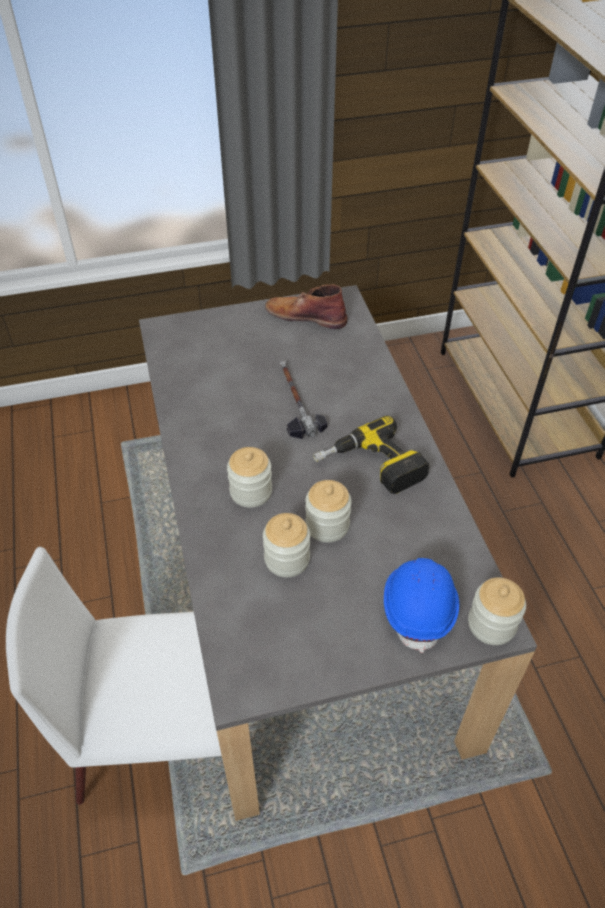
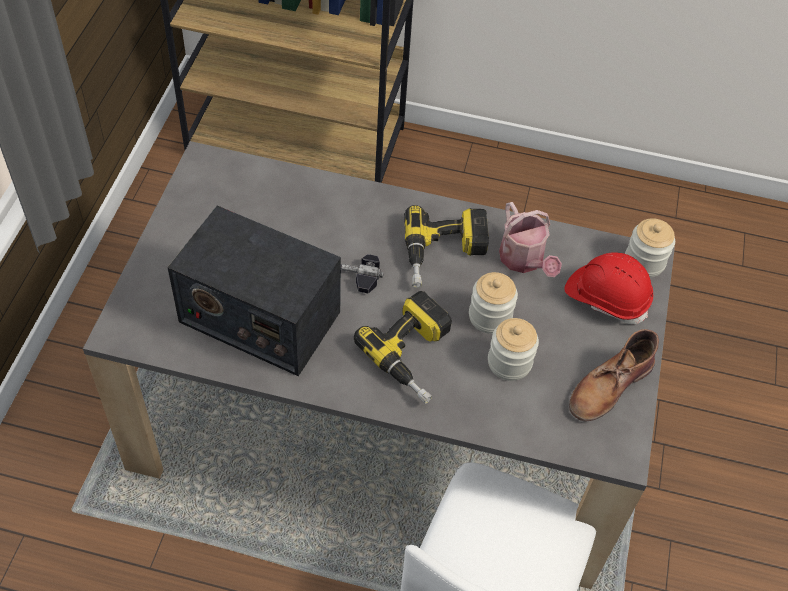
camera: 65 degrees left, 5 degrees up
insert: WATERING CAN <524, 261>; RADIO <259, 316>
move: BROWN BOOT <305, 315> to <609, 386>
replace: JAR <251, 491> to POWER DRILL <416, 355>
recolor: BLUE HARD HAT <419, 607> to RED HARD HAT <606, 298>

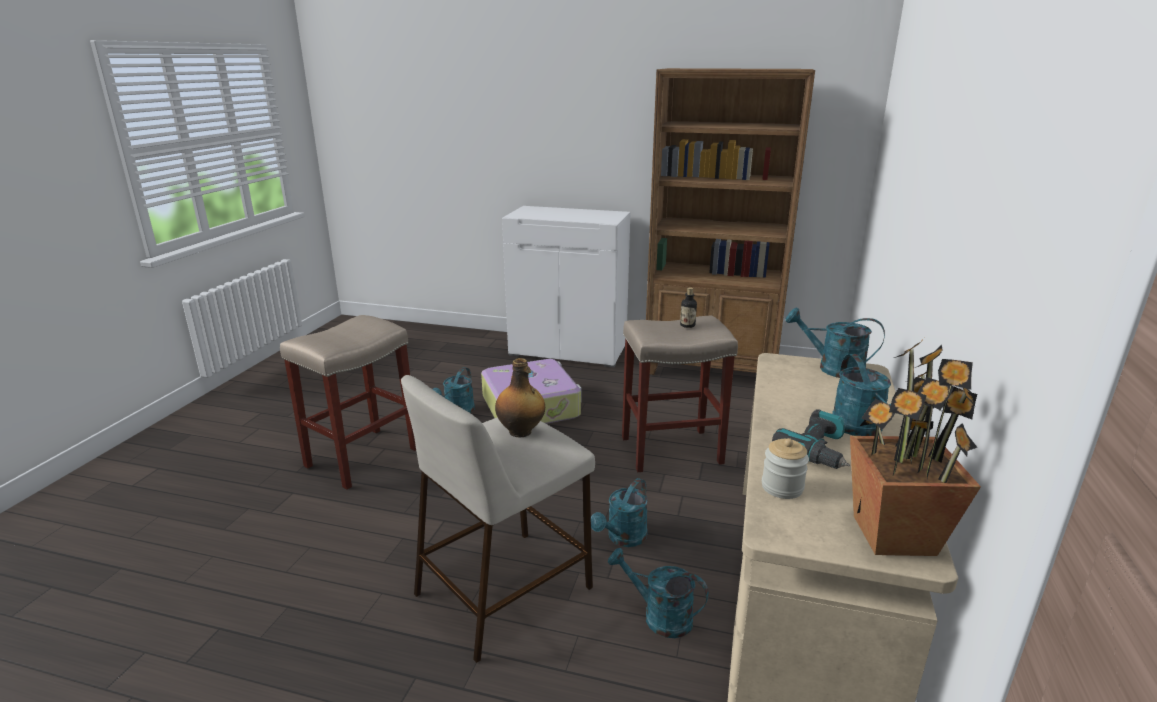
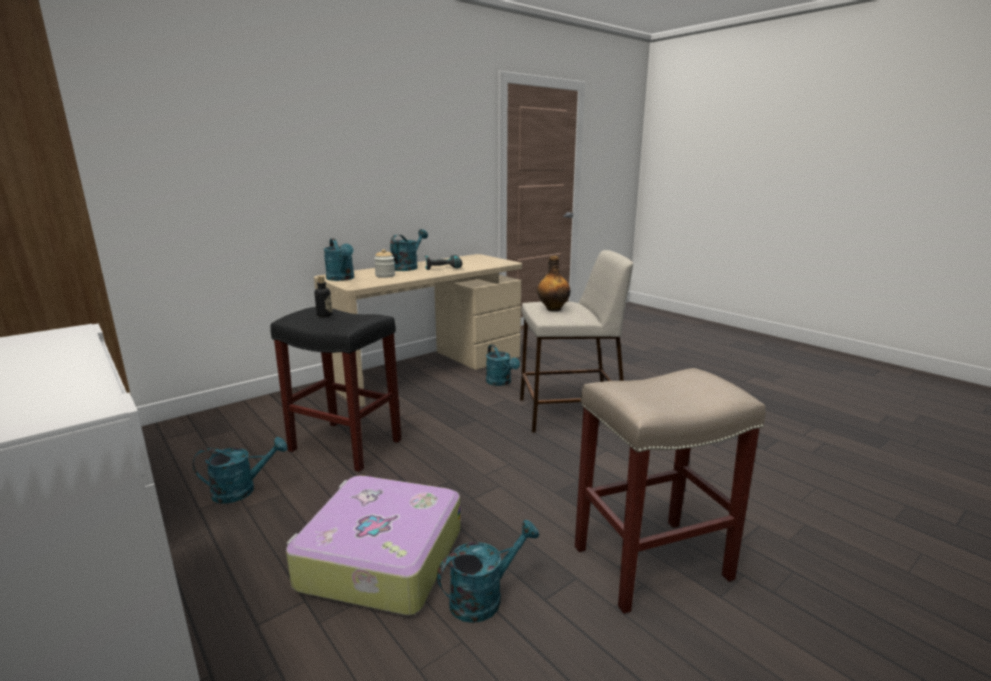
camera: 145 degrees left, 5 degrees down
delete: POTTED PLANT <895, 535>
move: JAR <782, 487> to <385, 276>; TURQUOISE WATERING CAN <623, 538> to <242, 490>
recolor: BEIGE STOOL <670, 451> to BLACK STOOL <347, 445>

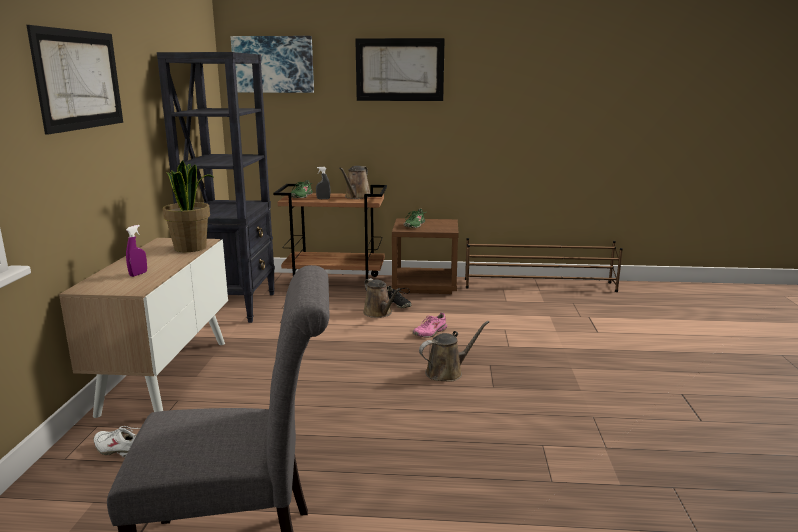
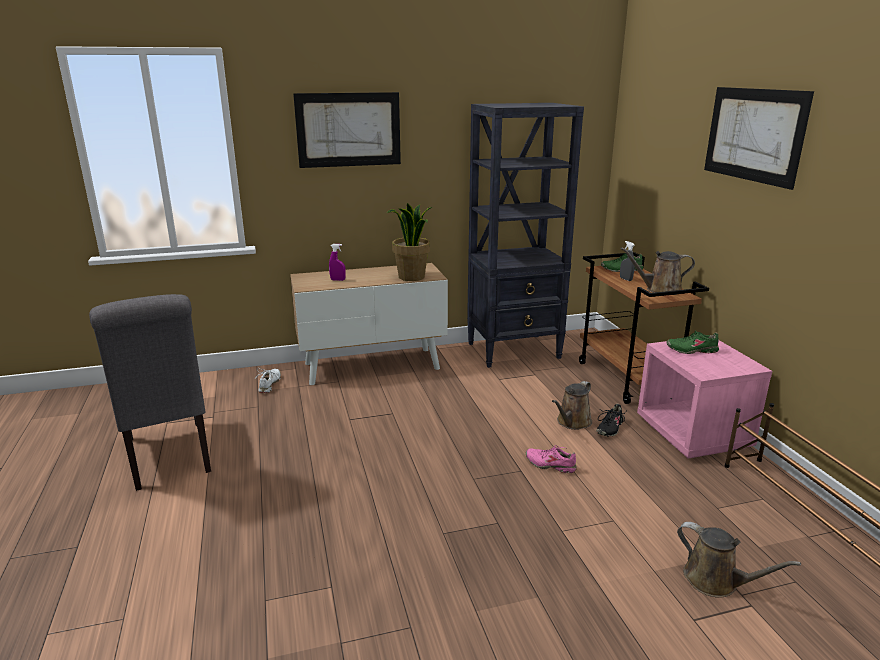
camera: 70 degrees right, 5 degrees up
delete: PICTURE <273, 64>
move: BROWN WATERING CAN <447, 372> to <715, 581>
recolor: BROWN NIGHTSTAND <425, 285> to PINK NIGHTSTAND <693, 434>

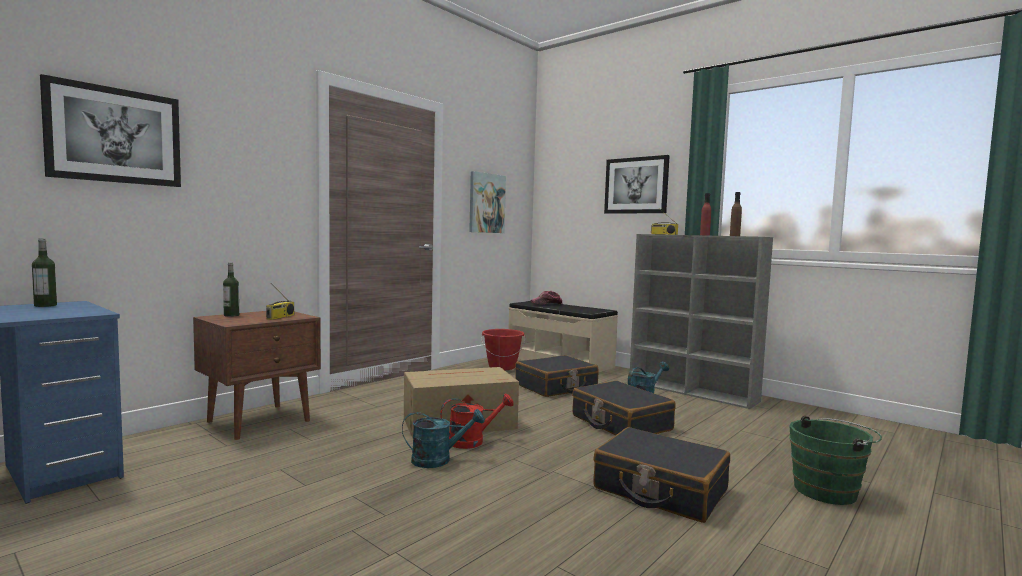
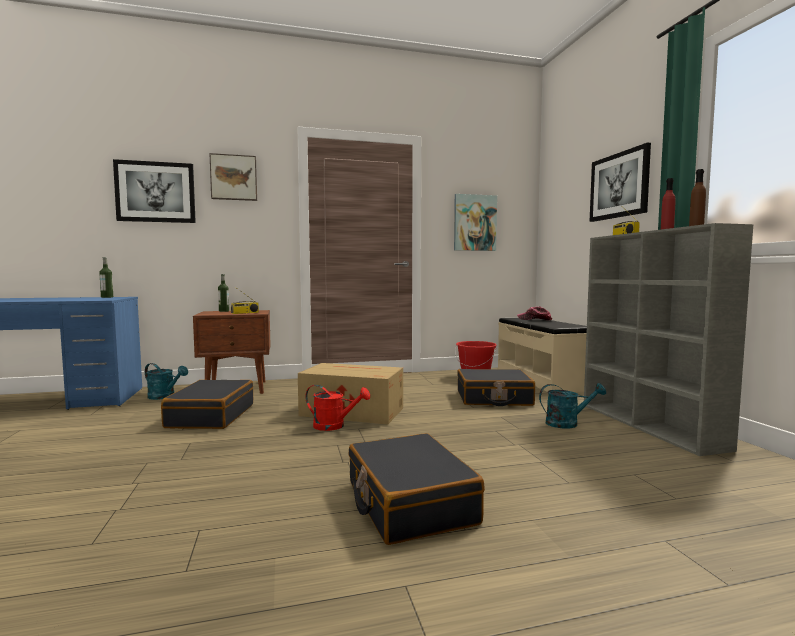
camera: 35 degrees right, 0 degrees up
delete: GREEN BUCKET <829, 491>
insert: PICTURE <234, 178>
move: BLACK SUITCASE <620, 423> to <210, 416>; TURQUOISE WATERING CAN <438, 460> to <165, 397>

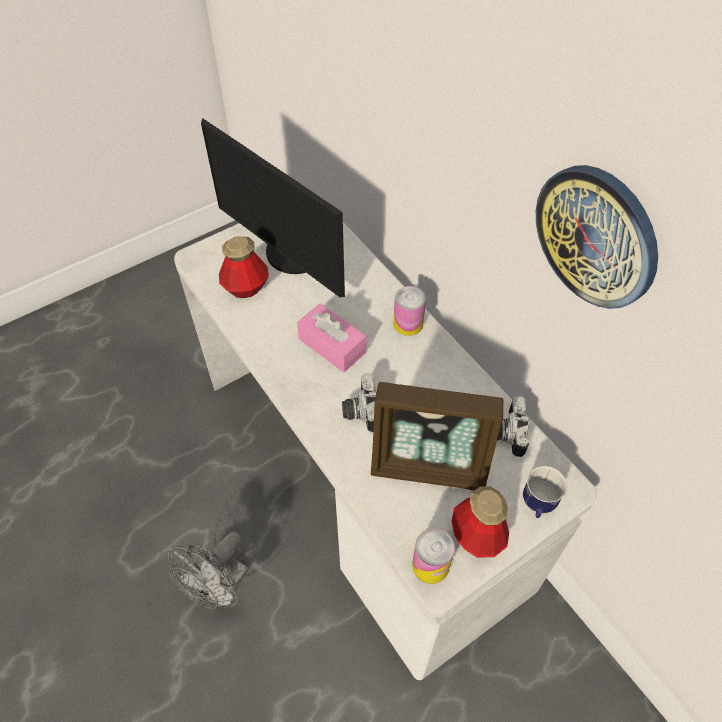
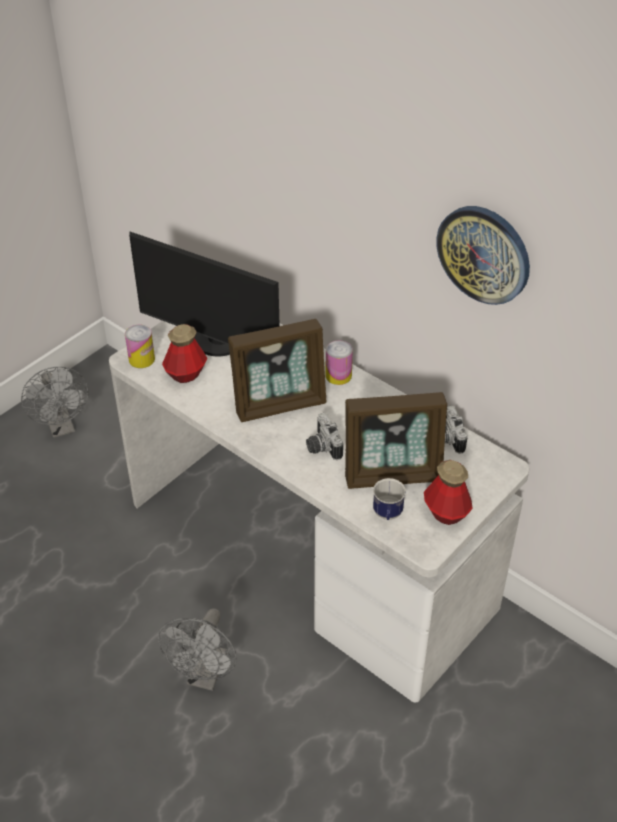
camera: 15 degrees left, 10 degrees down
insert: GREY FAN <62, 427>
move: MUG <537, 505> to <387, 516>; CAN <430, 565> to <141, 359>
replace: PINK TISSUE BOX <332, 345> to PICTURE FRAME <279, 404>

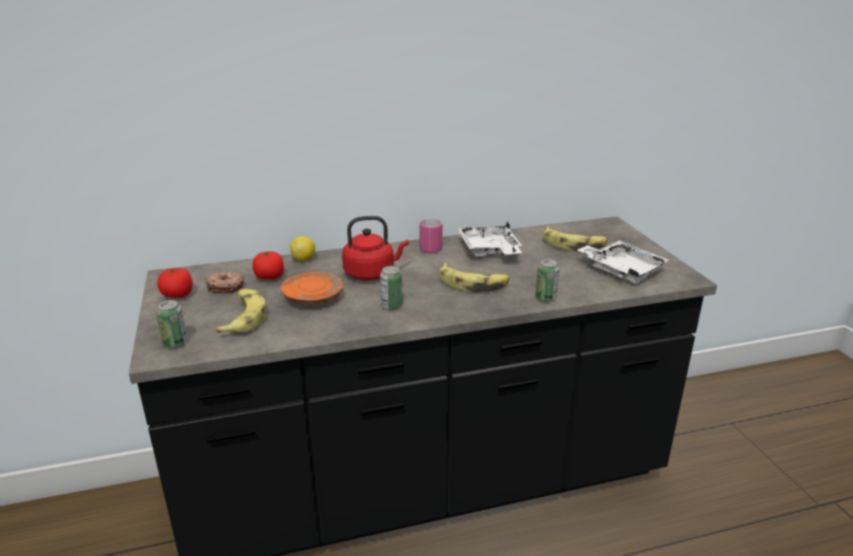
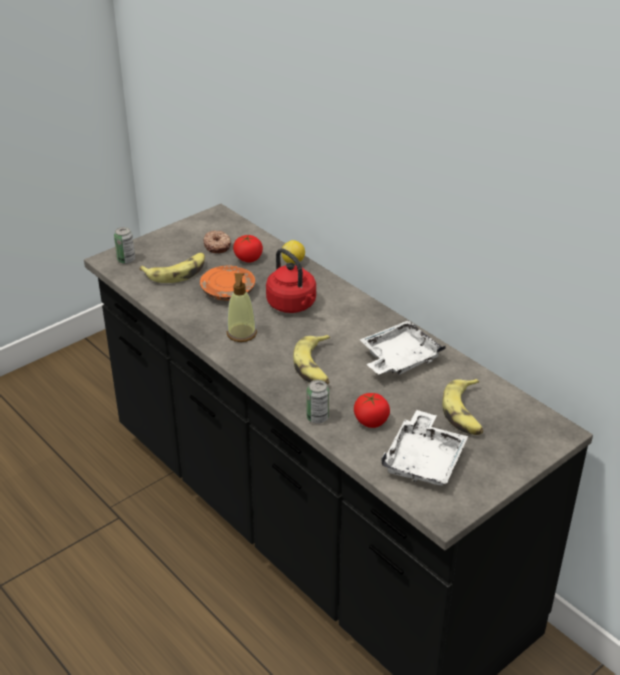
camera: 65 degrees right, 10 degrees up
delete: PINK MUG <429, 248>
move: TOMATO <178, 295> to <371, 421>
replace: CAN <391, 306> to SOAP DISPENSER <241, 334>

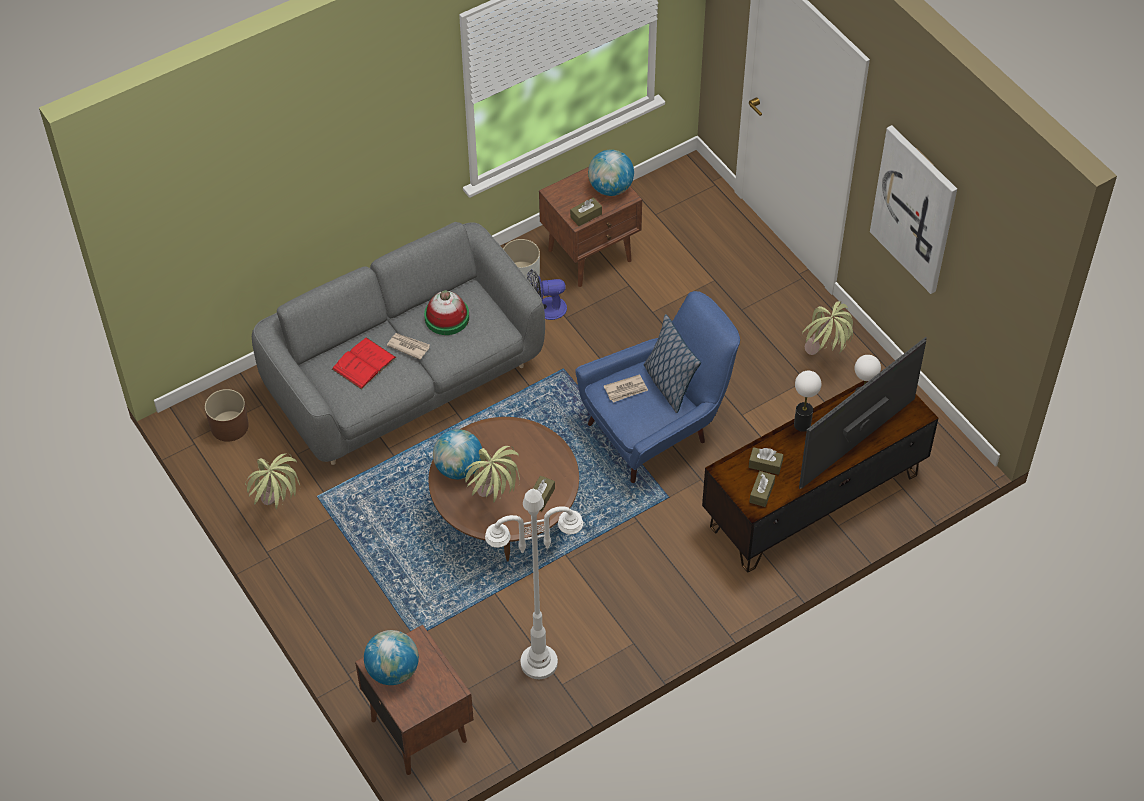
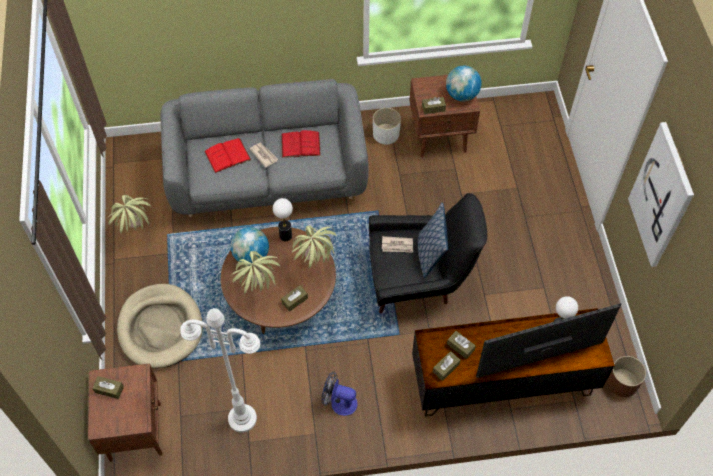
camera: 25 degrees right, 5 degrees up
insert: BEIGE DOG BED <160, 328>
move: FAN <545, 309> to <339, 402>; POTTED PLANT <824, 361> to <315, 268>; TABLE LAMP <802, 424> to <285, 235>; BROWN PLANTER <230, 426> to <622, 383>
replace: HAT <447, 317> to RED BOOK <300, 144>; GLOBE <393, 671> to BROWN TISSUE BOX <109, 389>
recolor: BLUE ARMCHAIR <657, 429> to BLACK ARMCHAIR <418, 281>

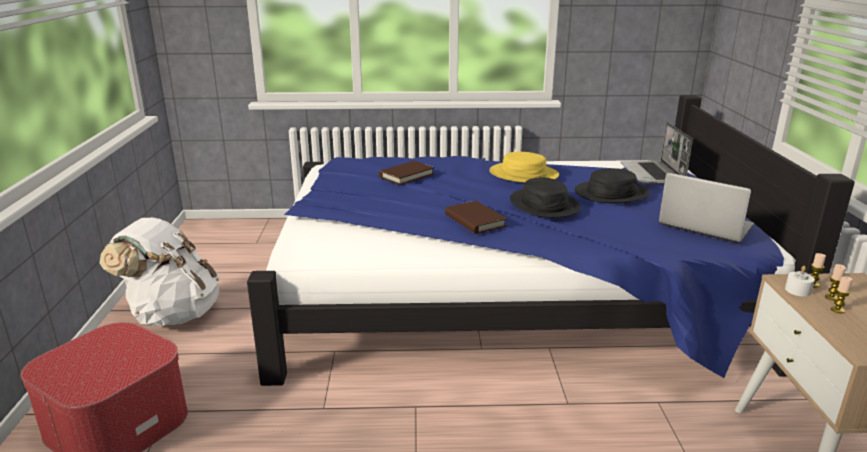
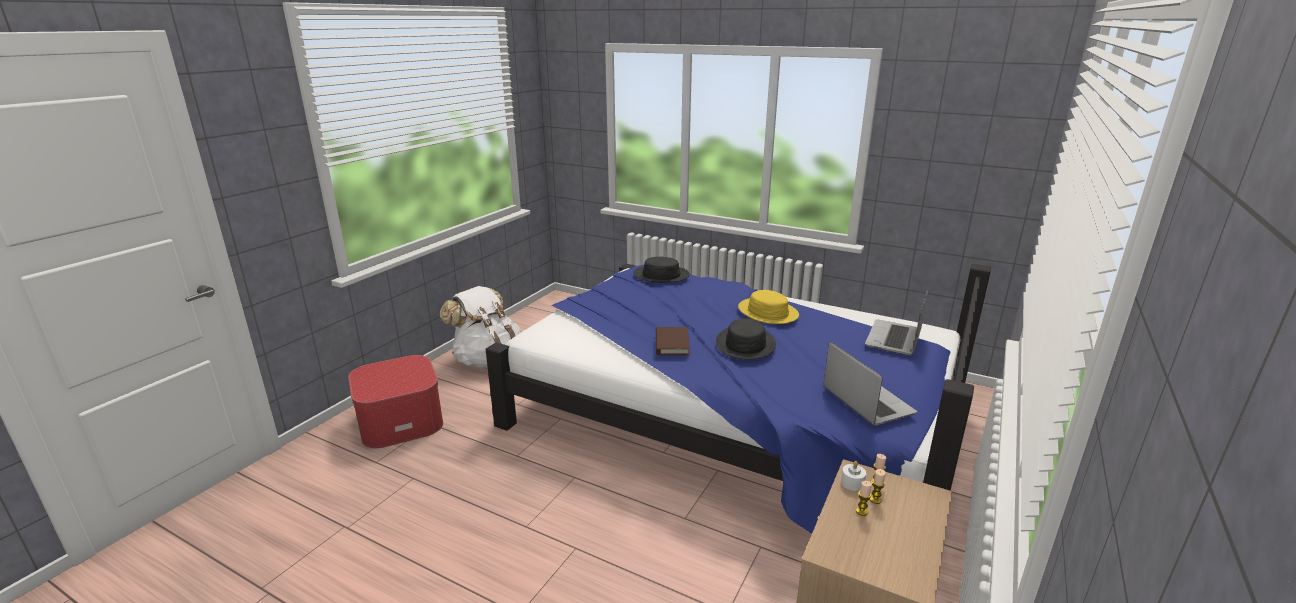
camera: 30 degrees right, 0 degrees up
delete: BROWN BOOK <406, 176>
move: BLACK HAT <611, 193> to <661, 275>

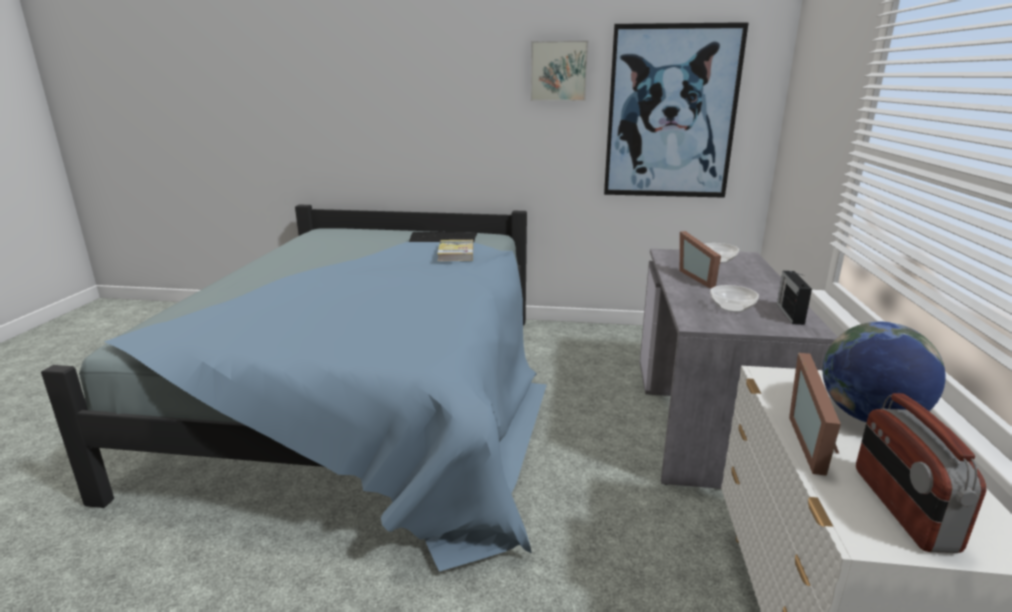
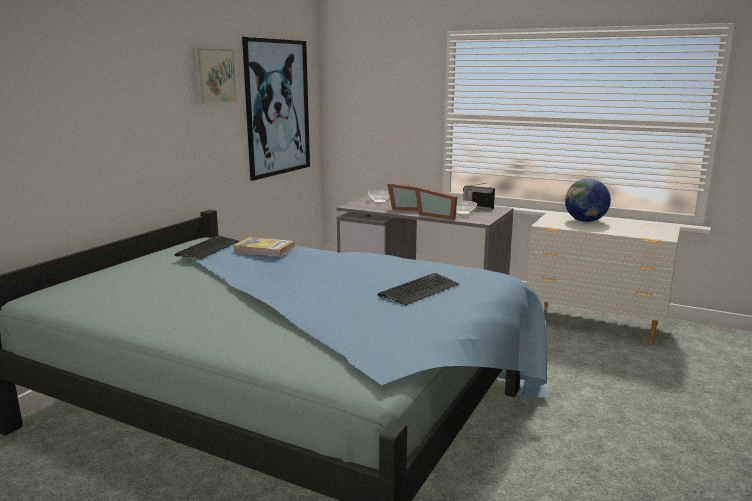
camera: 70 degrees left, 5 degrees down
delete: RADIO <901, 508>
insert: KEYBOARD <419, 290>
move: PICTURE FRAME <816, 442> to <436, 215>

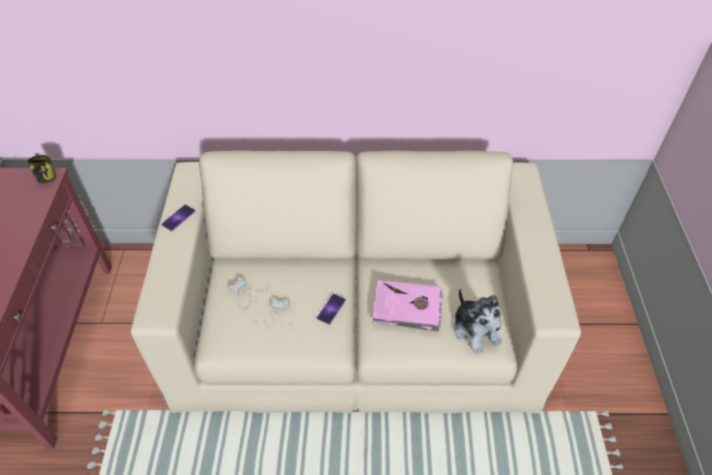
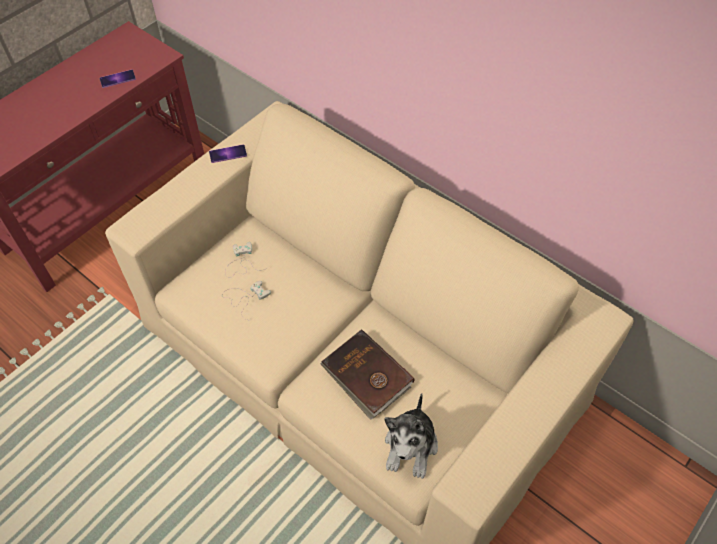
camera: 40 degrees right, 5 degrees up
delete: MUG <46, 177>
move: PHONE <331, 309> to <117, 79>
recolor: PINK BOOK <407, 307> to BROWN BOOK <366, 376>

